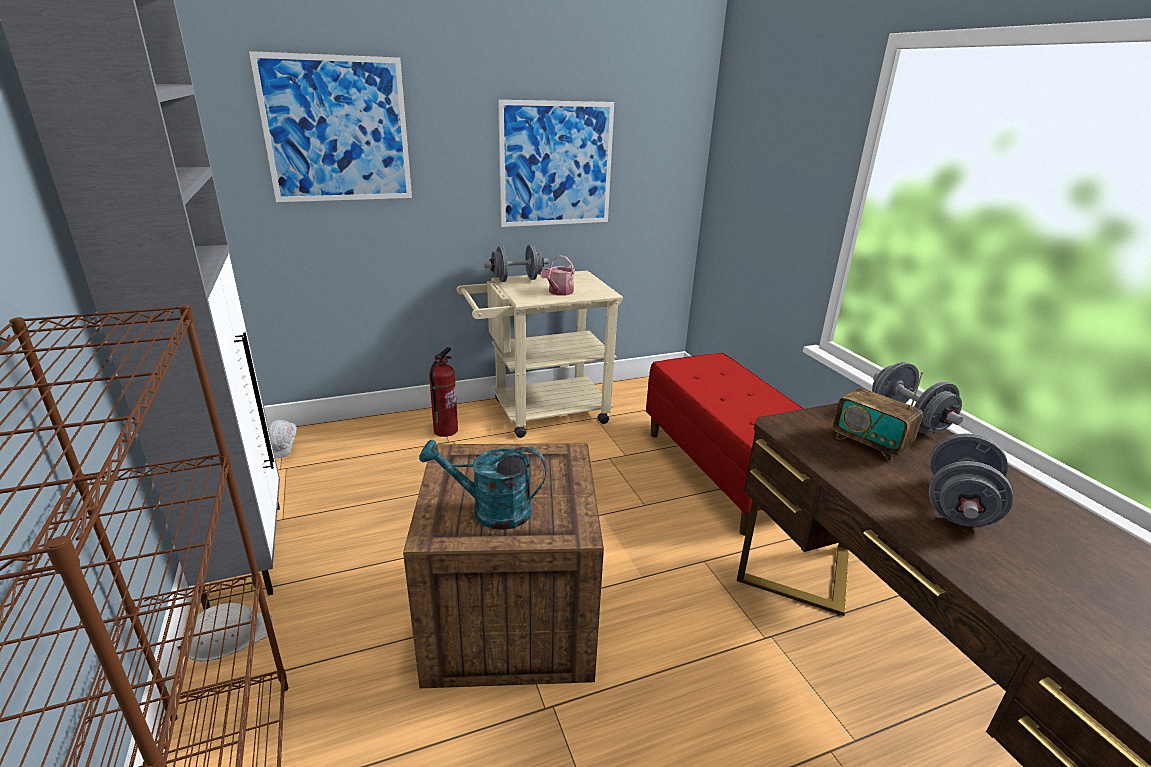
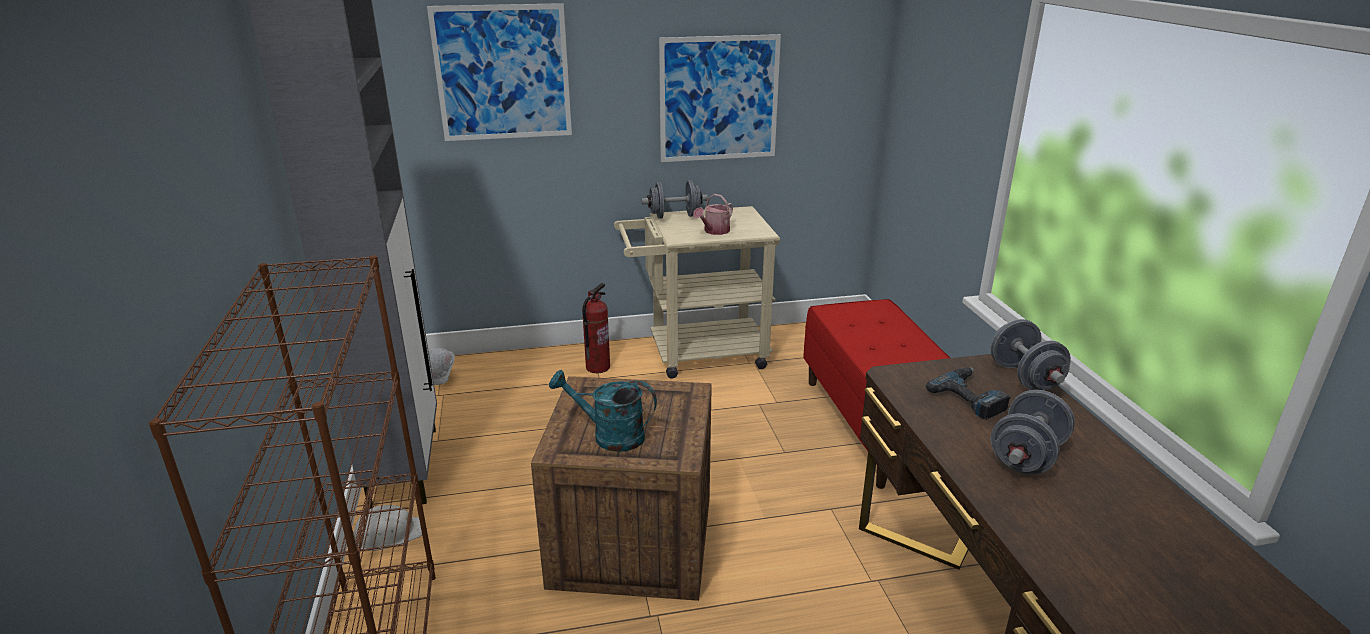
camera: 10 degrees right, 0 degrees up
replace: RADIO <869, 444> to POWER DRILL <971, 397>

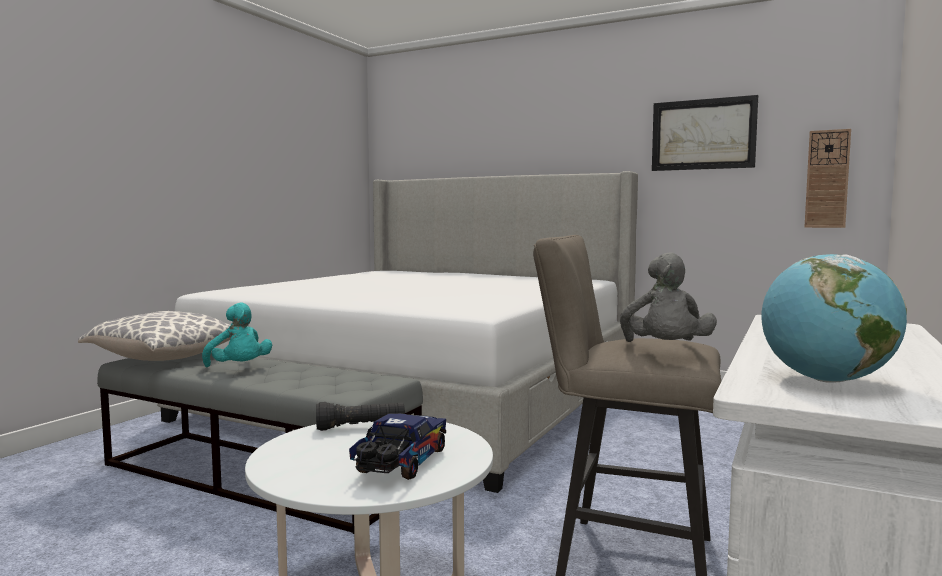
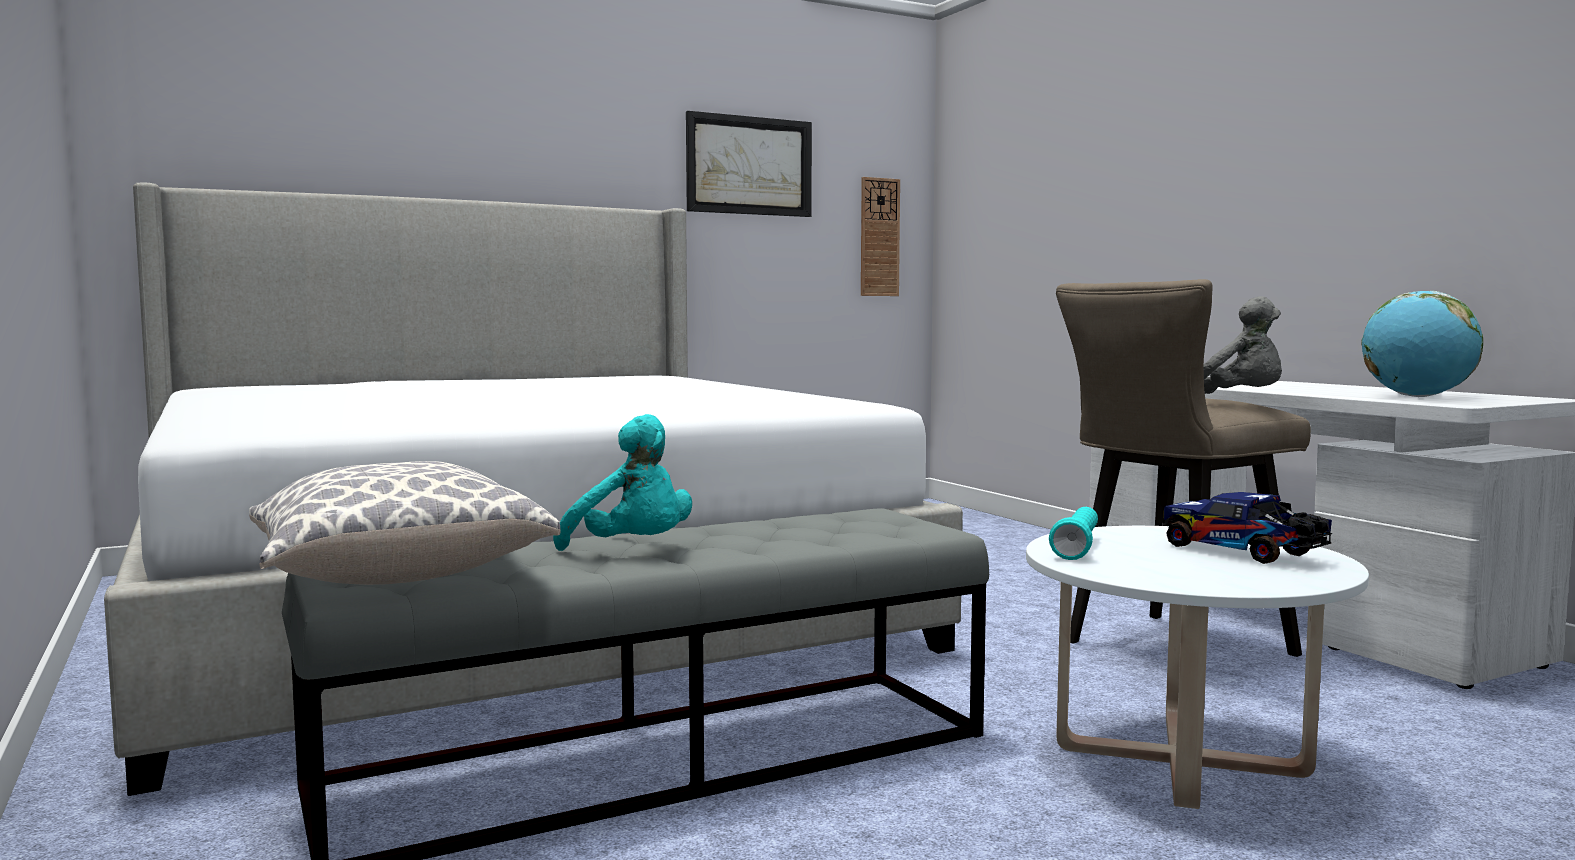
camera: 55 degrees left, 0 degrees up
recolor: BLACK FLASHLIGHT <361, 427> to TURQUOISE FLASHLIGHT <1077, 548>
rotate: TURQUOISE PLUSH TOY <239, 368> = <632, 551> 45 degrees clockwise

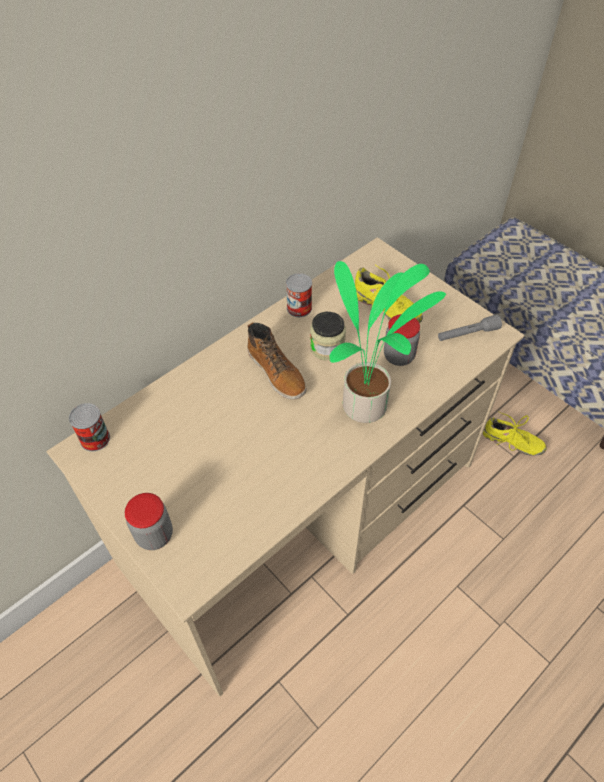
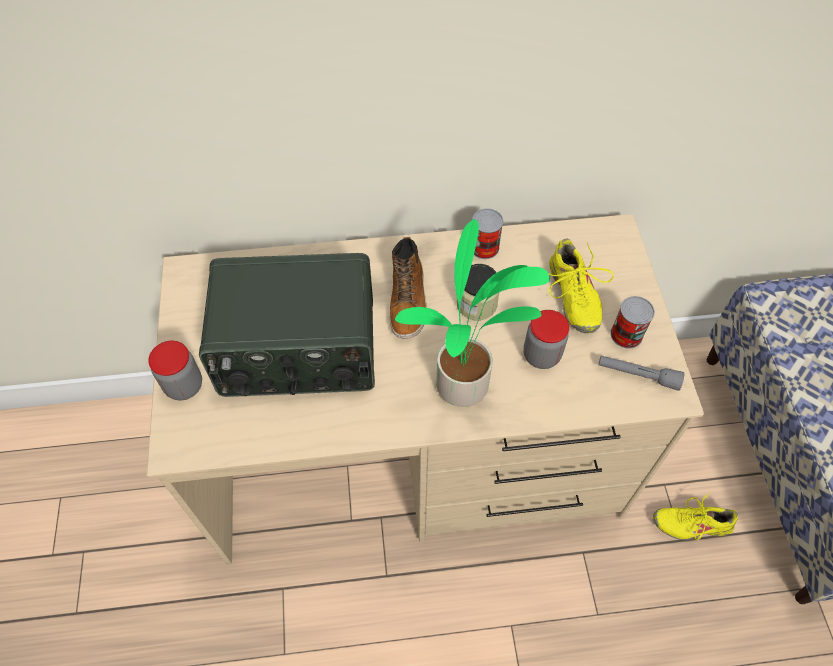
camera: 35 degrees right, 5 degrees up
insert: RADIO <298, 351>
move: CAN <95, 439> to <626, 334>
rotate: YELLOW SHOE <511, 442> = <691, 523> 120 degrees clockwise

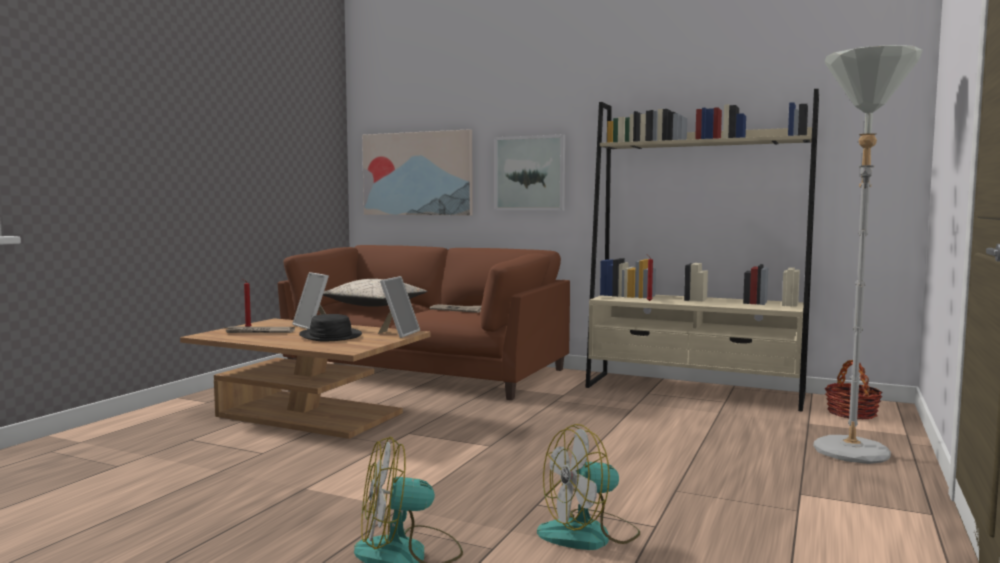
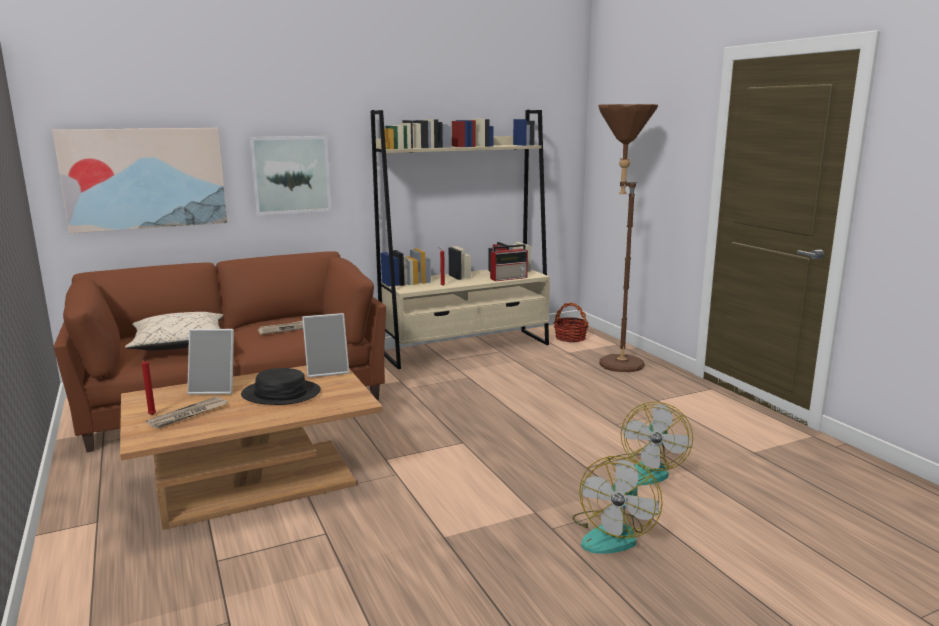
camera: 50 degrees left, 10 degrees up
insert: RADIO <509, 278>
recolor: GREY FLOOR LAMP <851, 447> to BROWN FLOOR LAMP <615, 362>
rotate: PICTURE FRAME <398, 333> = <327, 371> 105 degrees clockwise

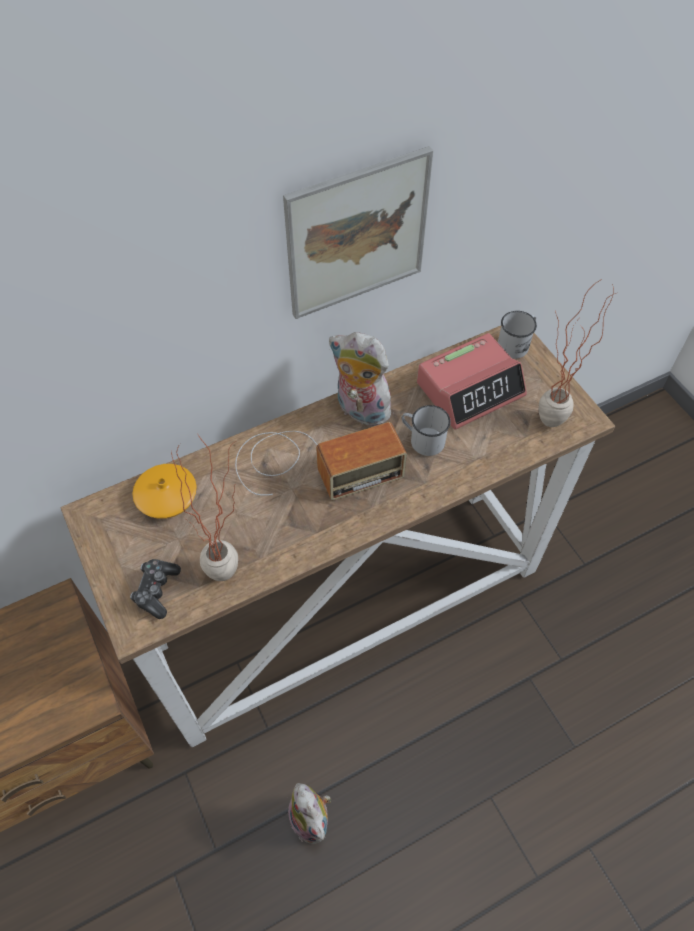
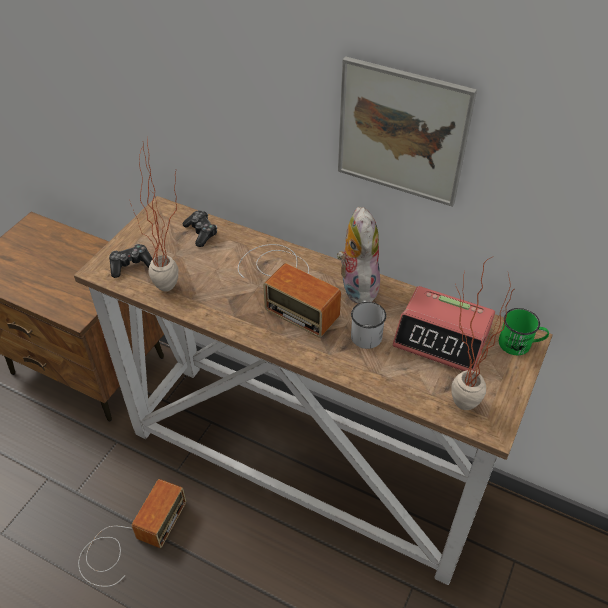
camera: 55 degrees right, 10 degrees down
replace: ORANGE VASE <166, 496> to GAME CONTROLLER <201, 232>; PLUSH TOY <313, 819> to RADIO <130, 539>
recolor: WHITE MUG <516, 344> to GREEN MUG <520, 344>

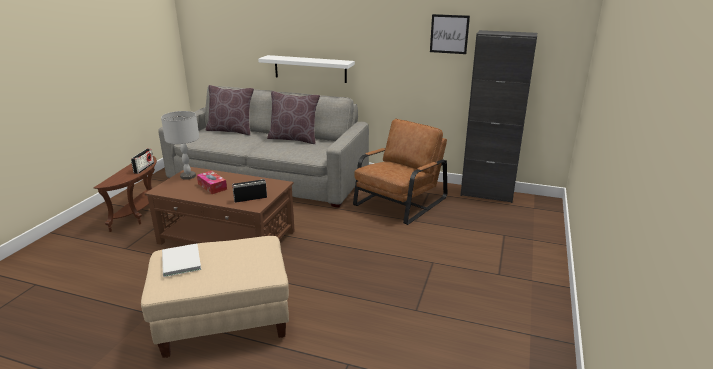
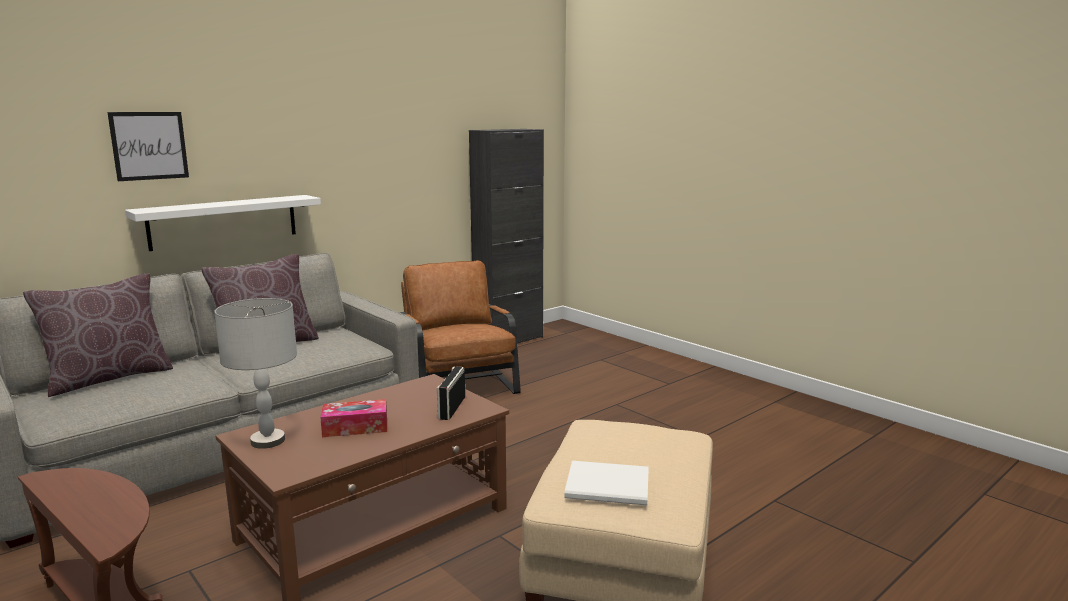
camera: 60 degrees left, 10 degrees down
delete: RADIO <144, 168>
move: PICTURE <449, 34> to <149, 145>

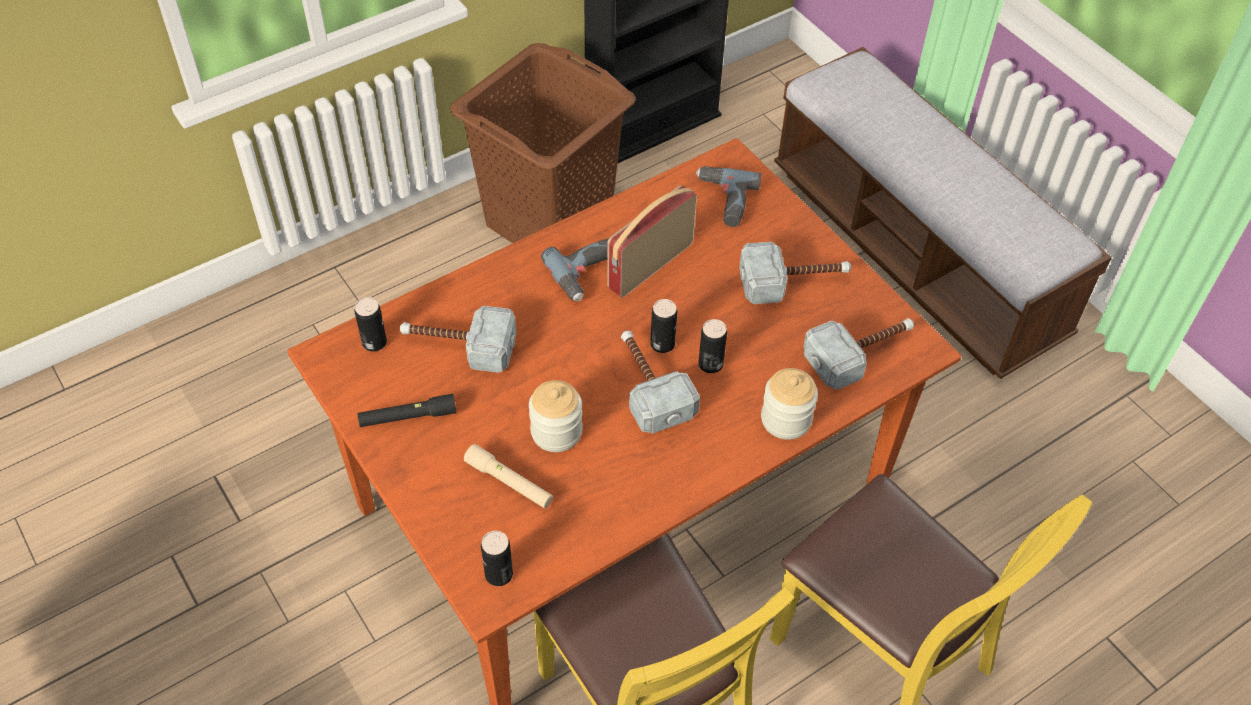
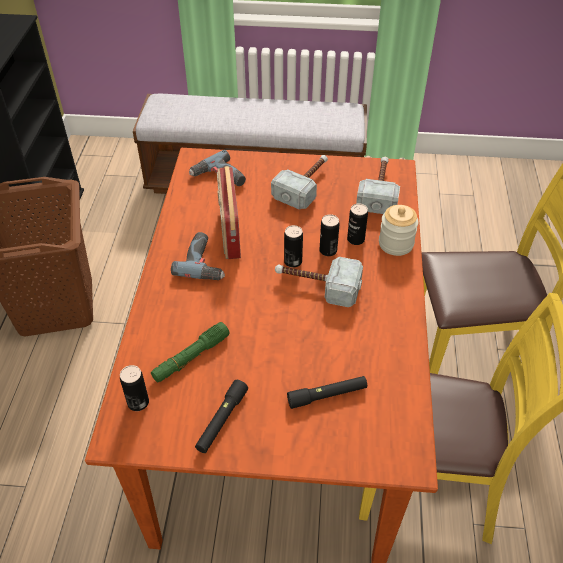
camera: 50 degrees left, 5 degrees down
delete: JAR <556, 432>
move: CAN <499, 574> to <355, 239>
replace: HAMMER <458, 345> to GREEN FLASHLIGHT <191, 357>
recolor: BEIGE FLASHLIGHT <509, 482> to BLACK FLASHLIGHT <327, 395>

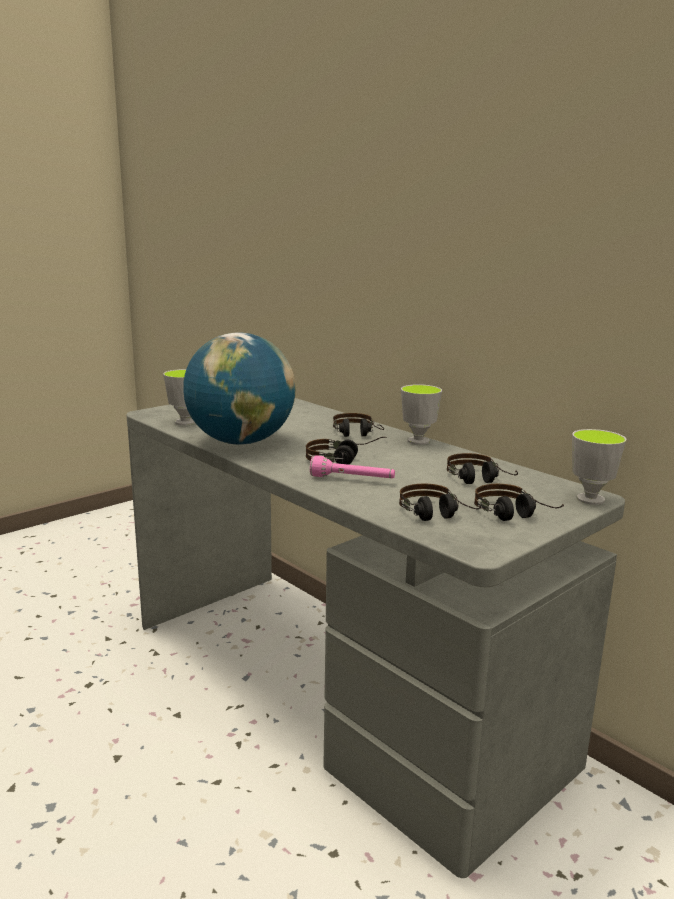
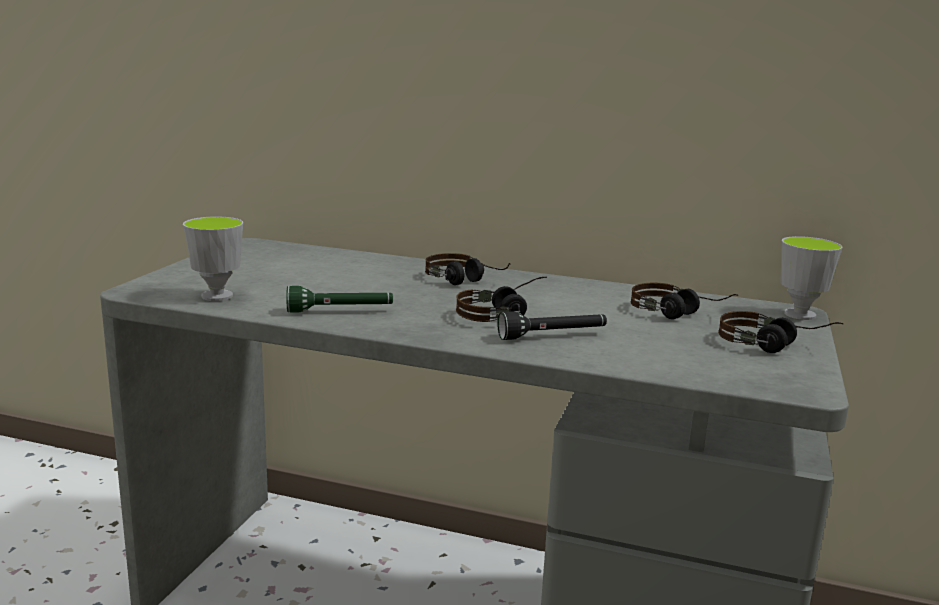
camera: 30 degrees left, 0 degrees up
delete: CUP <418, 441>; HEADPHONES <438, 517>
replace: GLOBE <241, 441> to GREEN FLASHLIGHT <340, 311>
recolor: PINK FLASHLIGHT <352, 479> to BLACK FLASHLIGHT <553, 336>

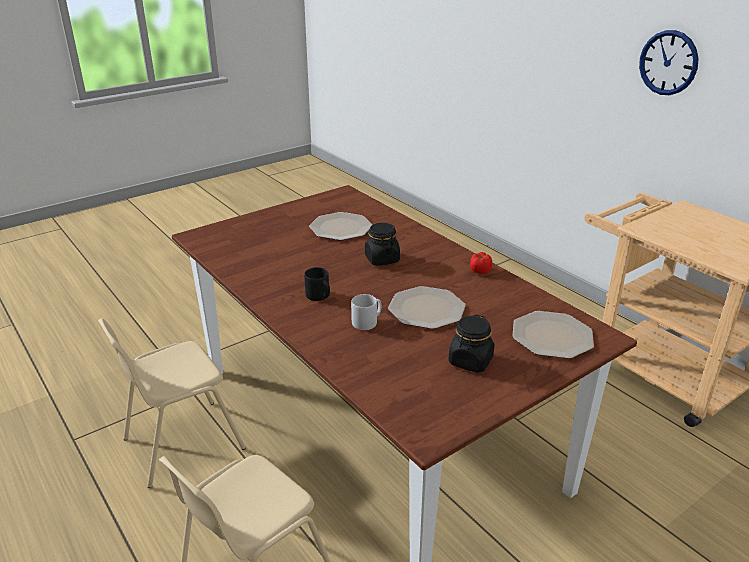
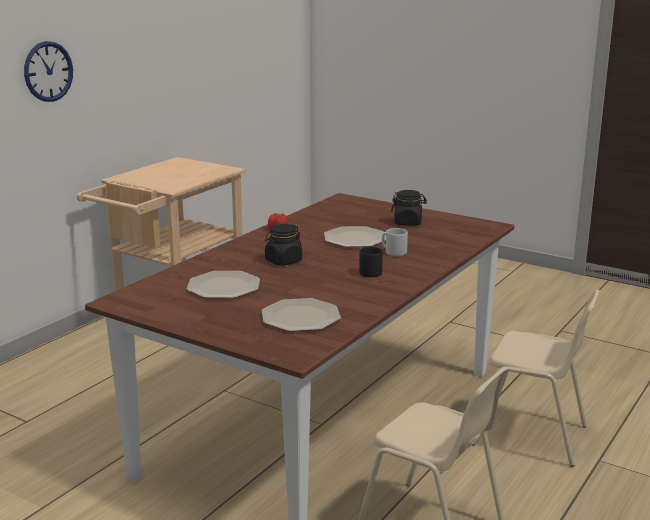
camera: 110 degrees left, 10 degrees down
move: PLATE <552, 336> to <300, 317>

